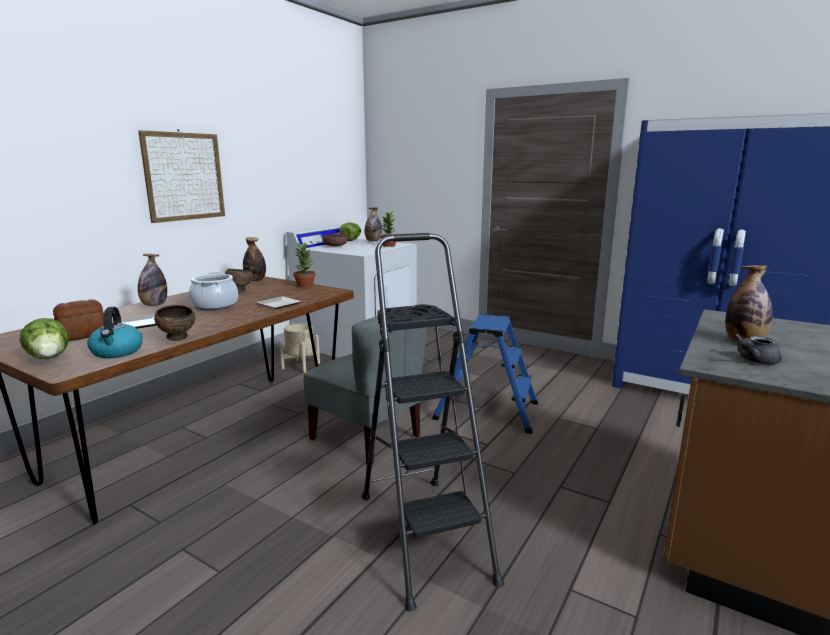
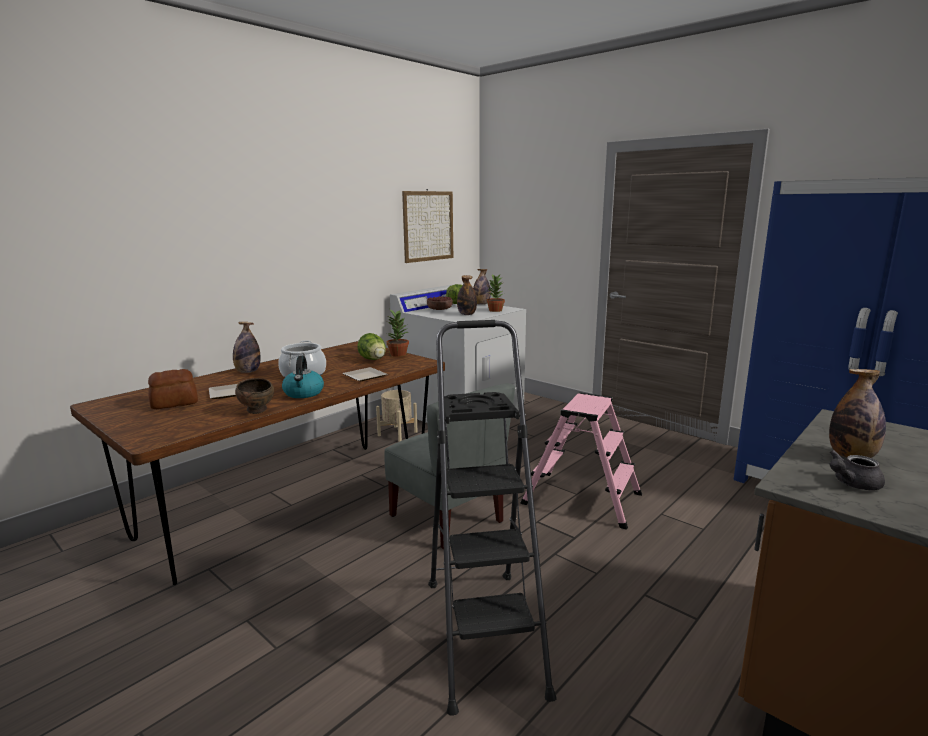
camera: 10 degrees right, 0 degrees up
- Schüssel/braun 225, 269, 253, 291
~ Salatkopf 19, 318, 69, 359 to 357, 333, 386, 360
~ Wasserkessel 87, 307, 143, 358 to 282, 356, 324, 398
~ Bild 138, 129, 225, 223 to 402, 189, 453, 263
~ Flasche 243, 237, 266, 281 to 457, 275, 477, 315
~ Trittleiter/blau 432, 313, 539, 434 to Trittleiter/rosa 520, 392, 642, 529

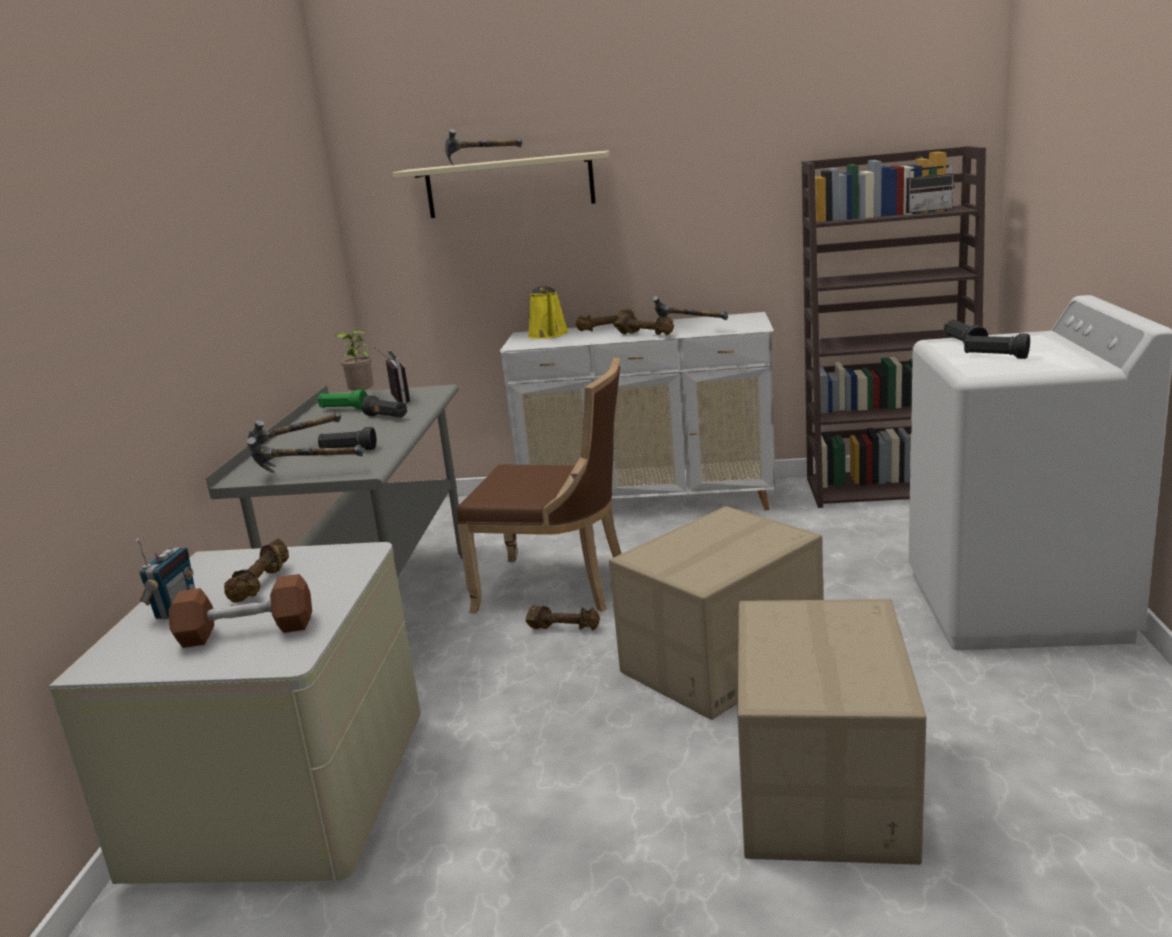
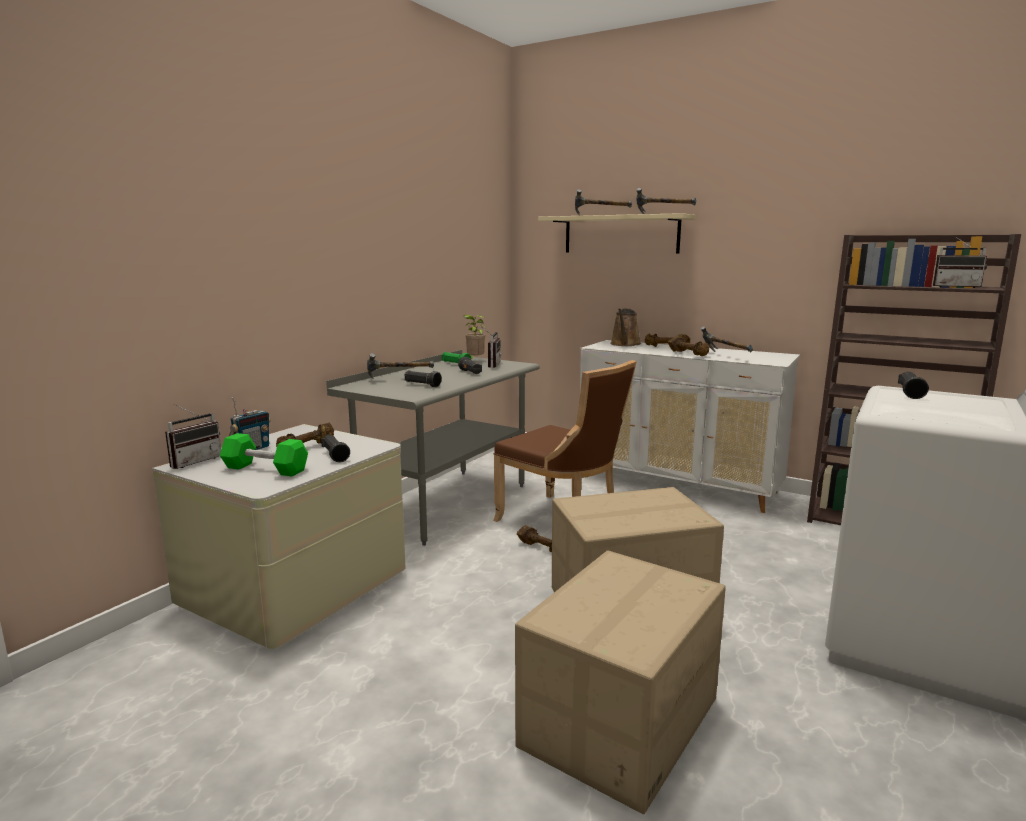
camera: 25 degrees right, 5 degrees down
+ Radio 165, 404, 221, 469
~ Hammer 247, 437, 363, 474 to 636, 188, 696, 214
~ Taschenlampe/schwarz 964, 333, 1030, 359 to 321, 435, 350, 463
~ Hantel/braun 168, 574, 312, 648 to Hantel/grün 220, 433, 308, 477
~ Gießkanne/gelb 528, 286, 569, 339 to Gießkanne/braun 610, 308, 641, 346

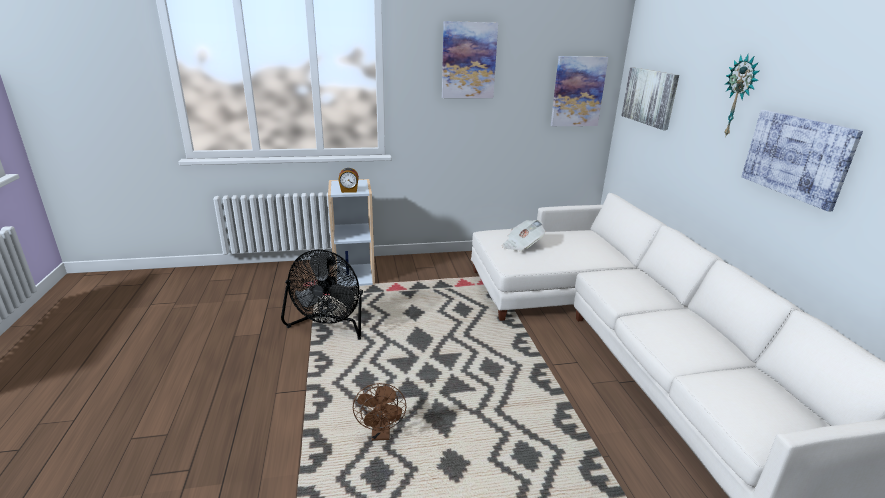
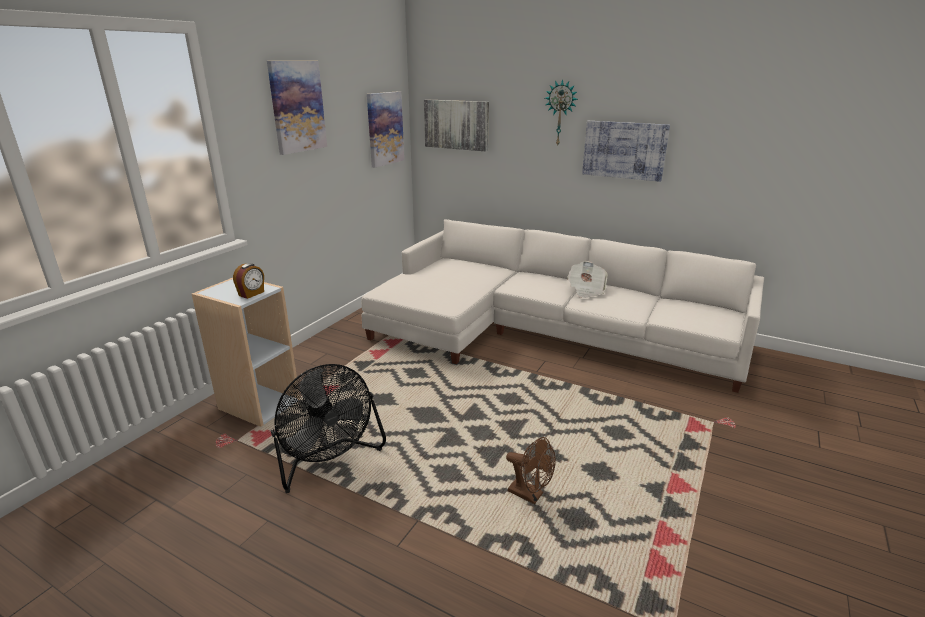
camera: 50 degrees left, 0 degrees up
~ Zeitung 502, 220, 545, 252 to 567, 261, 608, 298

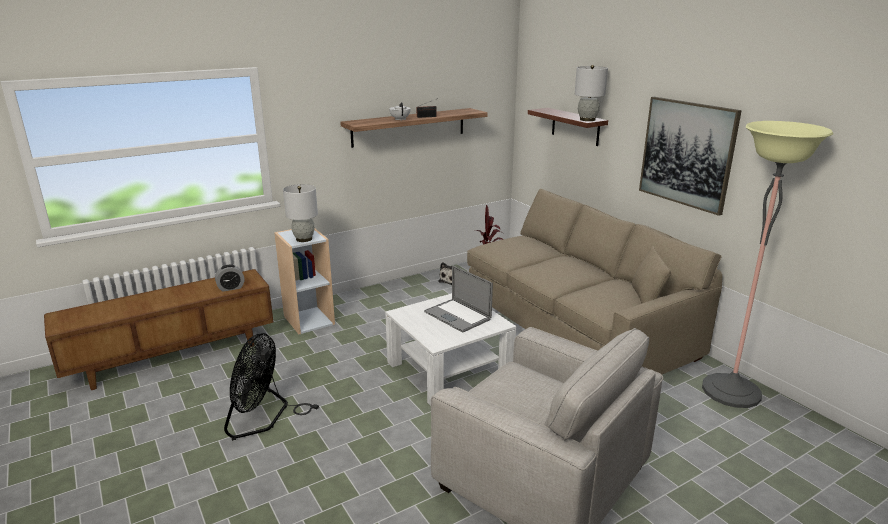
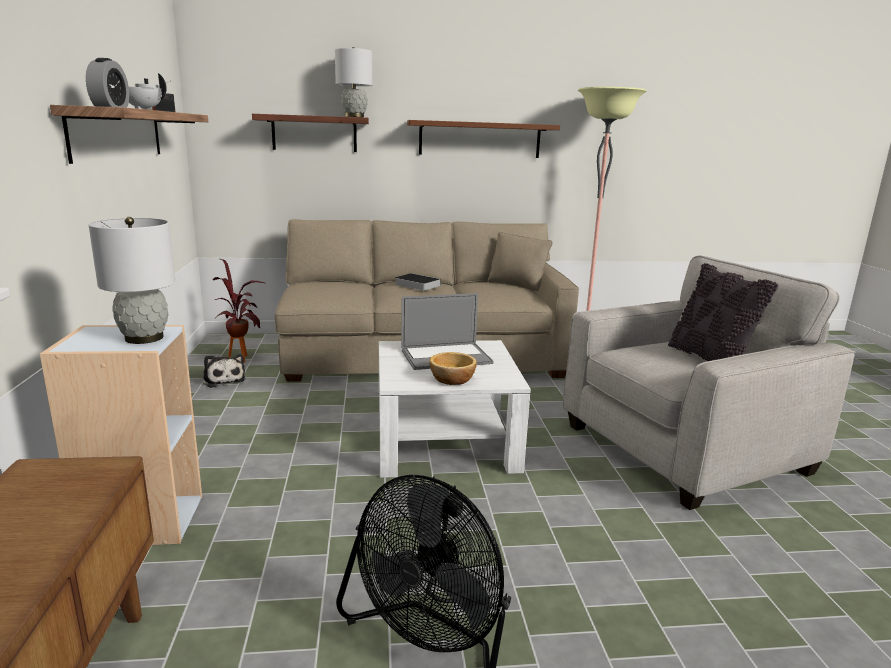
camera: 65 degrees left, 5 degrees down
+ Buch 394, 273, 441, 291
+ Schüssel 429, 352, 477, 385
+ Kissen/schwarz 668, 263, 778, 361
~ Wecker 215, 265, 244, 292 to 86, 58, 129, 108
~ Bild 639, 97, 742, 216 to Wandregal/braun 407, 120, 560, 158

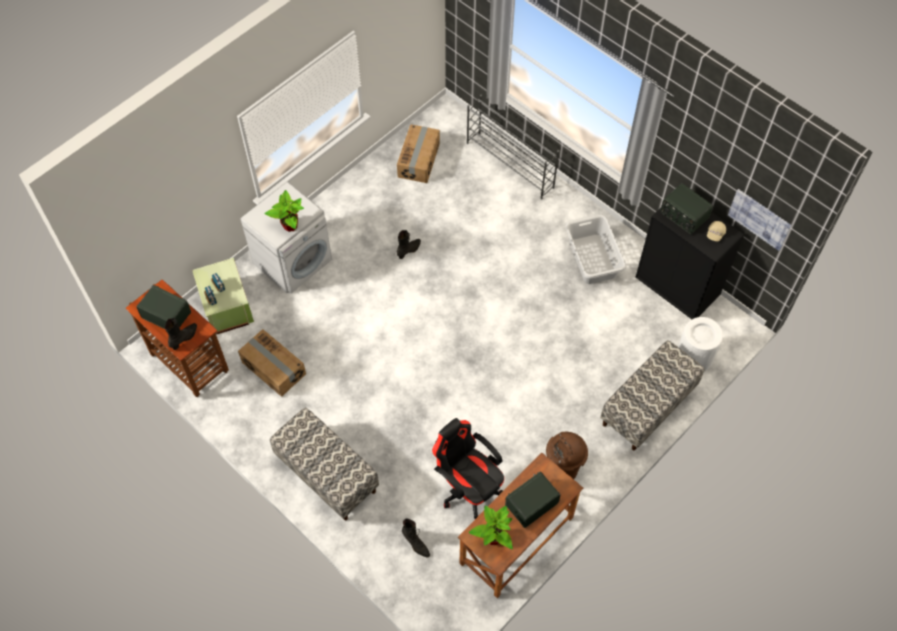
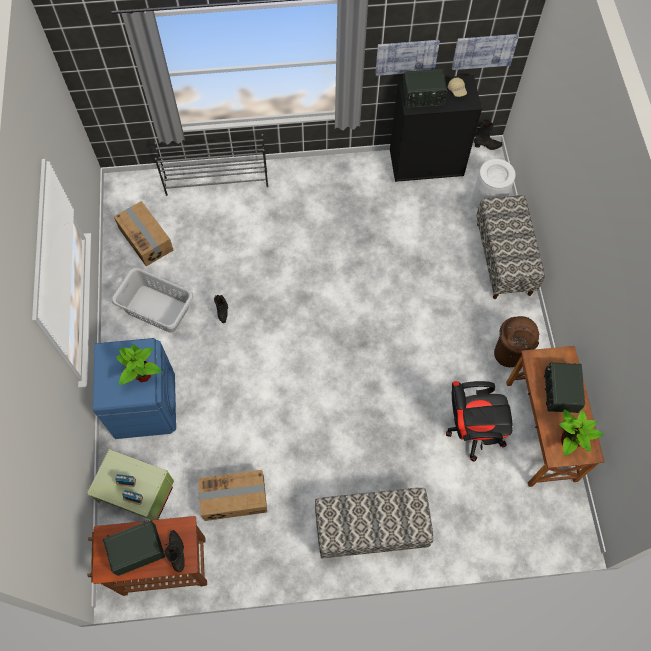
camera: 50 degrees left, 5 degrees up
+ Bild 375, 40, 440, 76
~ Stiefel/schwarz 402, 519, 430, 557 to 474, 121, 502, 150
~ Wäschekorb/grau 565, 214, 626, 284 to 112, 268, 193, 333
~ Waschmaschine/weiß 241, 182, 332, 293 to Waschmaschine/blau 93, 338, 176, 439

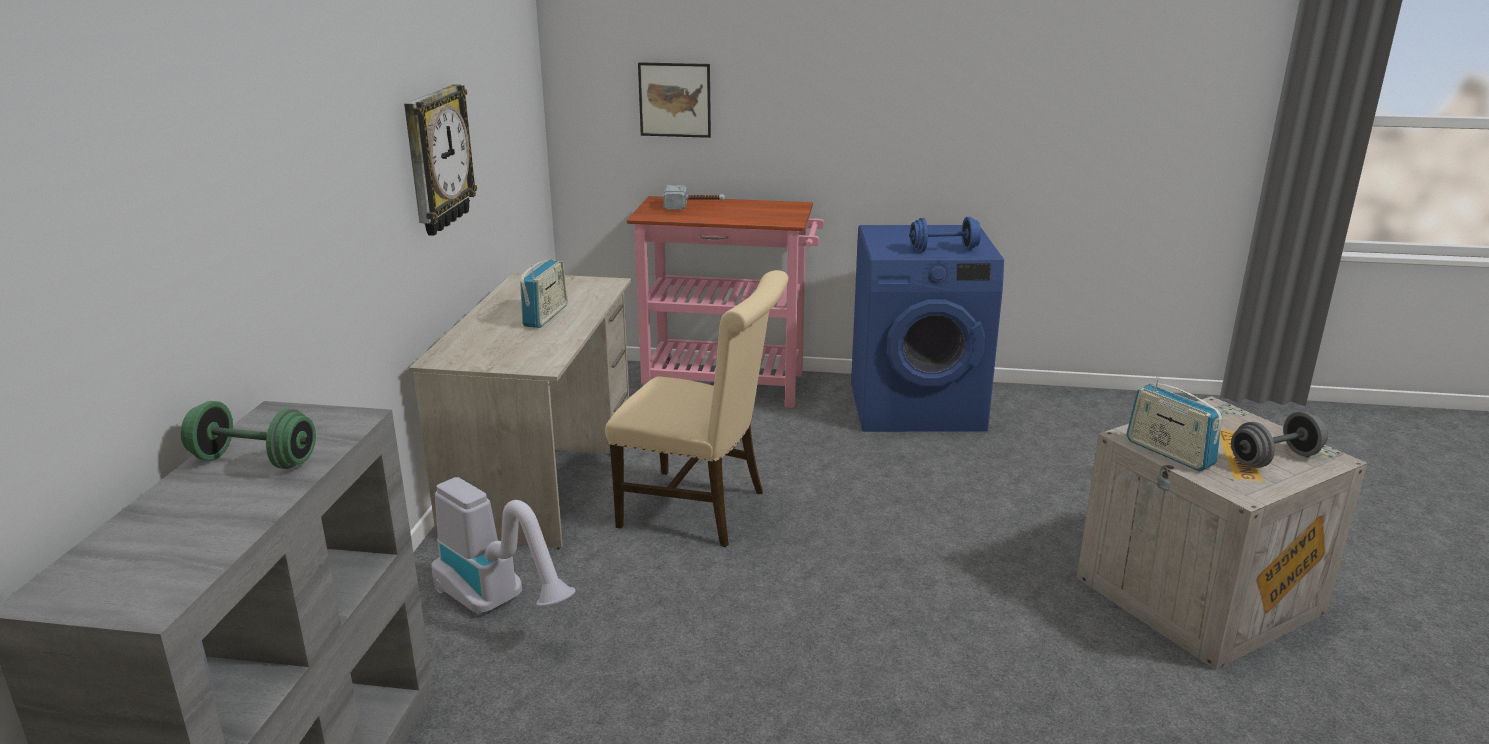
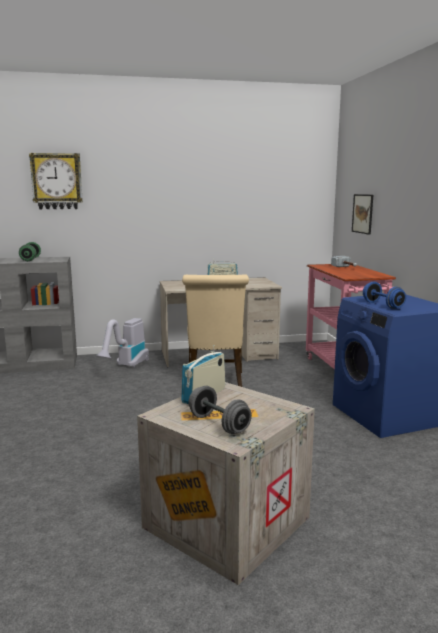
camera: 70 degrees right, 10 degrees down
~ Wanduhr 404, 84, 477, 236 to 29, 153, 83, 209

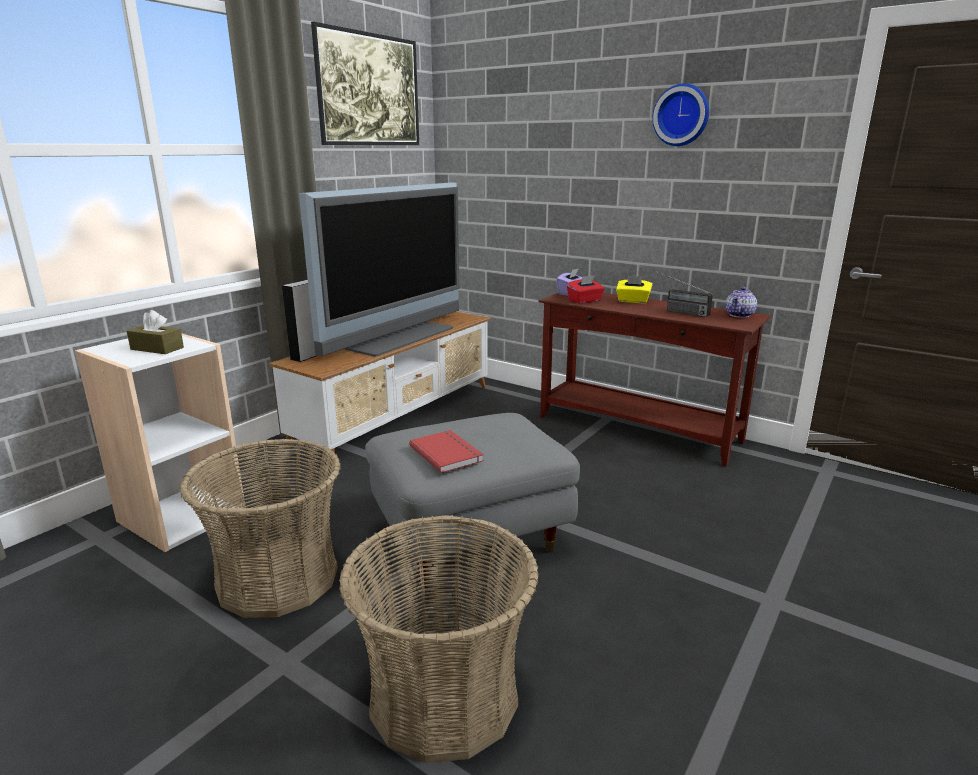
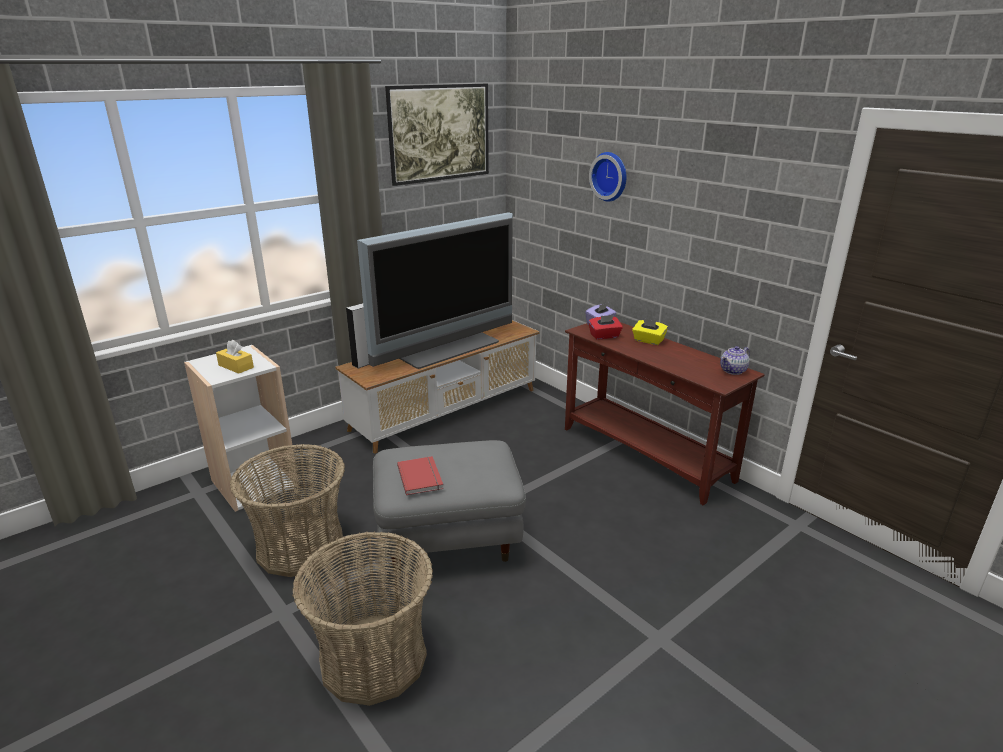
camera: 15 degrees right, 5 degrees up
- Radio 653, 270, 713, 317
~ Wanduhr 652, 83, 709, 146 to 589, 152, 626, 202
~ Taschentuchbox/braun 127, 310, 184, 354 to Taschentuchbox/gelb 216, 340, 254, 374

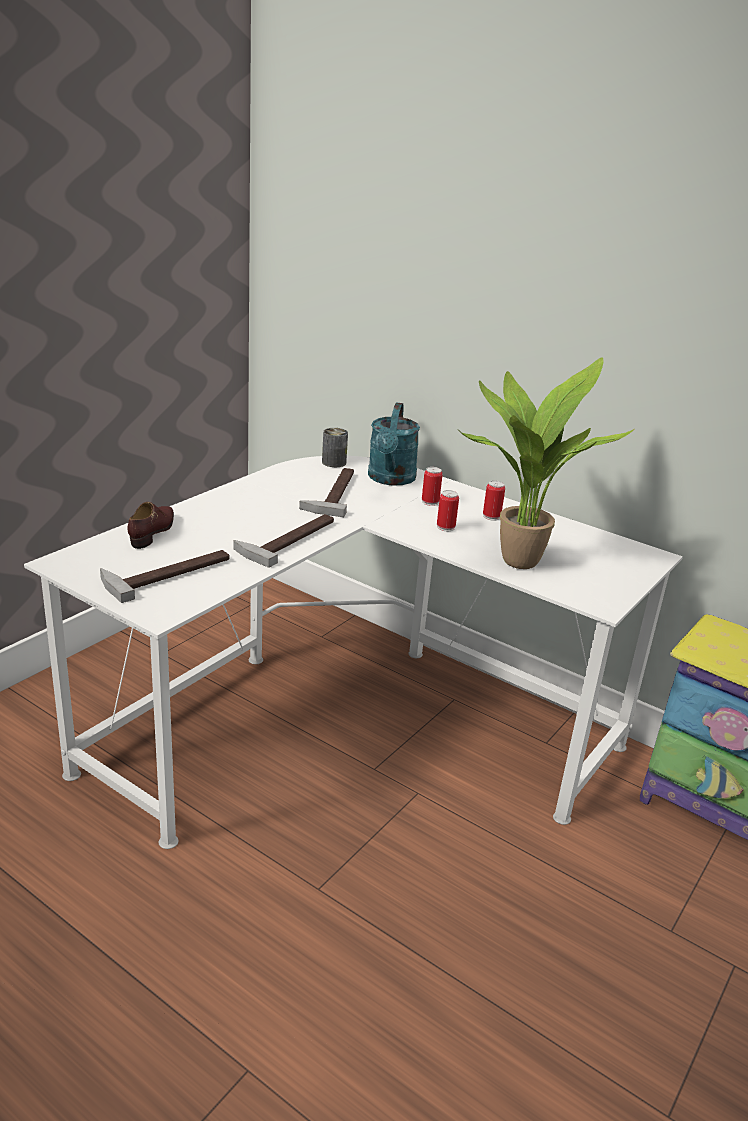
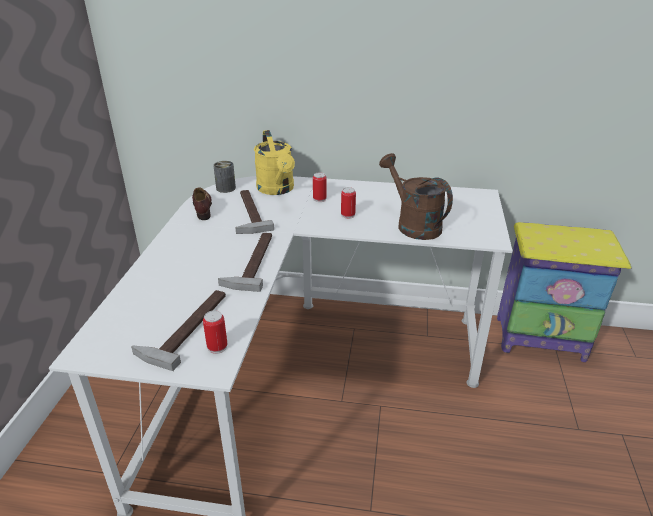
camera: 25 degrees left, 5 degrees up
~ Schuh/braun 127, 502, 174, 549 to 192, 187, 212, 220
~ Dose 483, 481, 505, 520 to 203, 310, 227, 354
~ Topfpflanze 458, 357, 634, 569 to Gießkanne/braun 379, 153, 453, 240
~ Gießkanne/türkis 368, 402, 420, 486 to Gießkanne/gelb 254, 130, 295, 195

